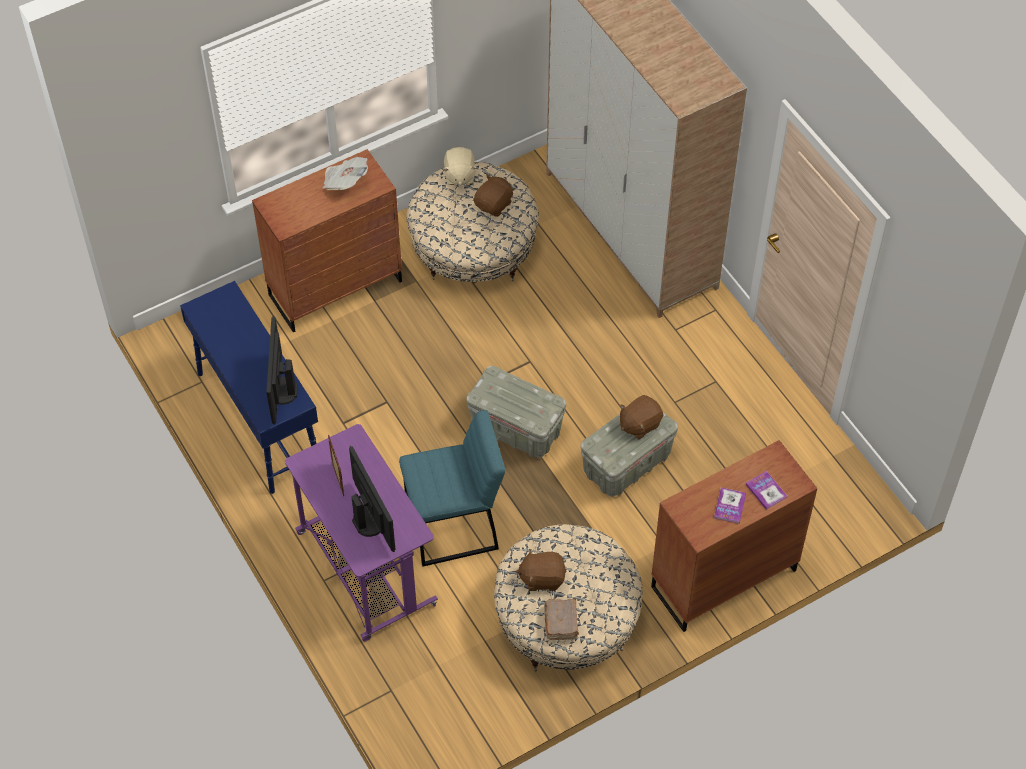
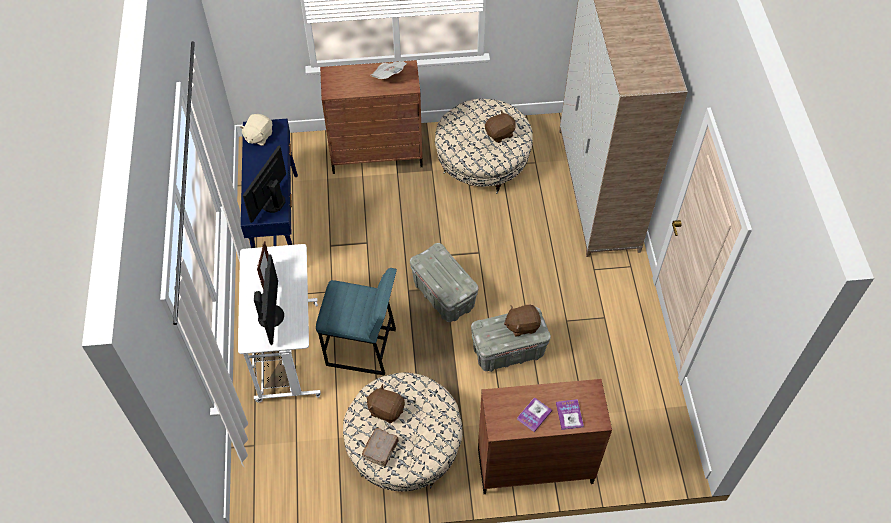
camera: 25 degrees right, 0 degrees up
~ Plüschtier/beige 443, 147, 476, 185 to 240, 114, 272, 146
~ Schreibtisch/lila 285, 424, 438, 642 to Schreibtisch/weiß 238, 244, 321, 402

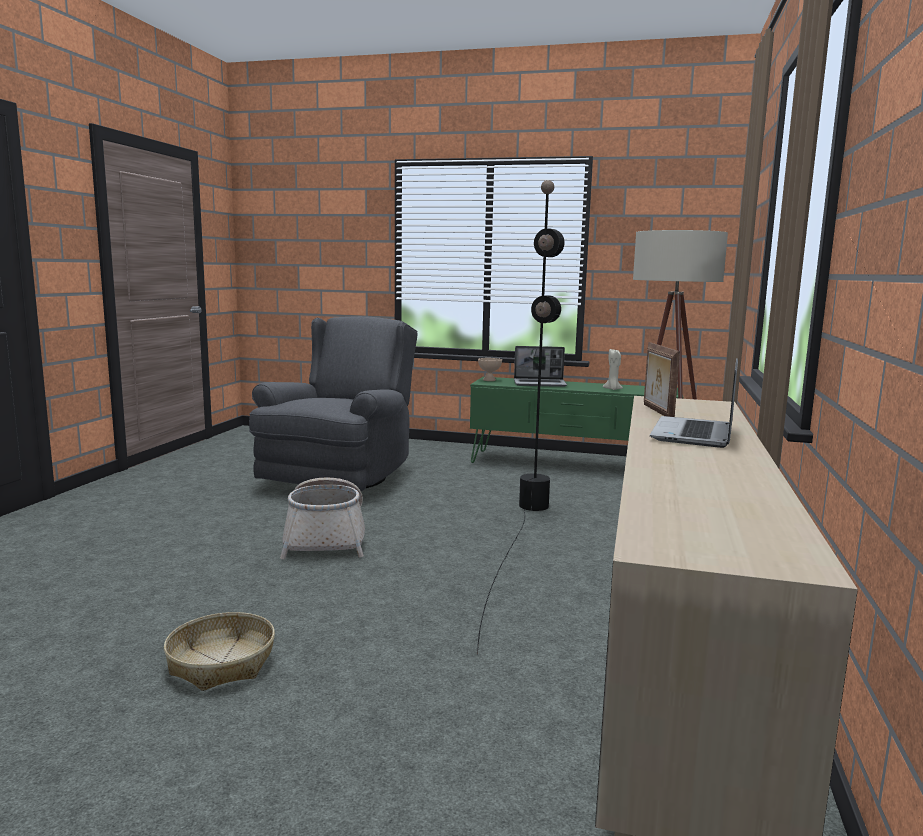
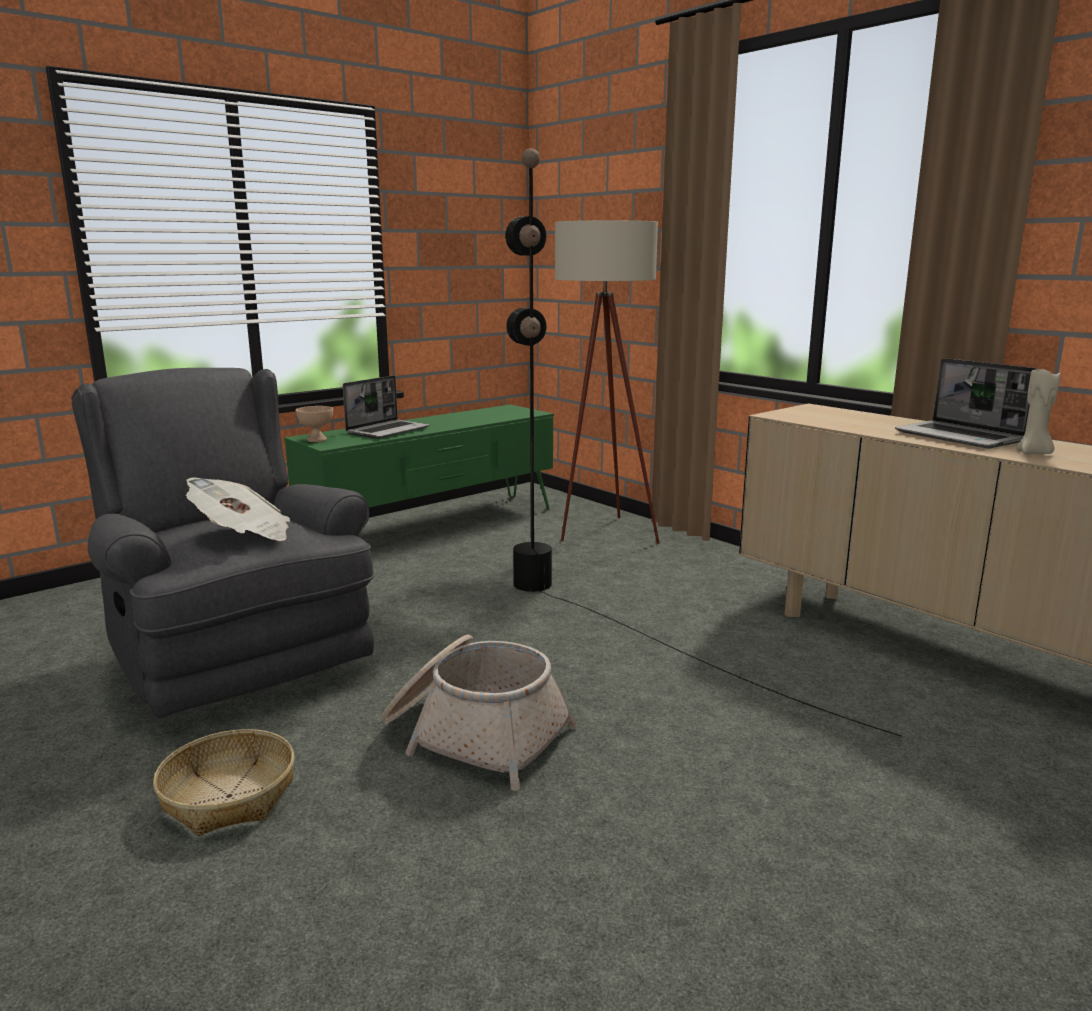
camera: 55 degrees left, 5 degrees up
- Bilderrahmen 644, 342, 680, 417
+ Zeitung 186, 477, 290, 541
~ Korb 164, 612, 275, 691 to 153, 729, 295, 836
~ Kerze/beige 603, 348, 623, 390 to 1017, 369, 1061, 454

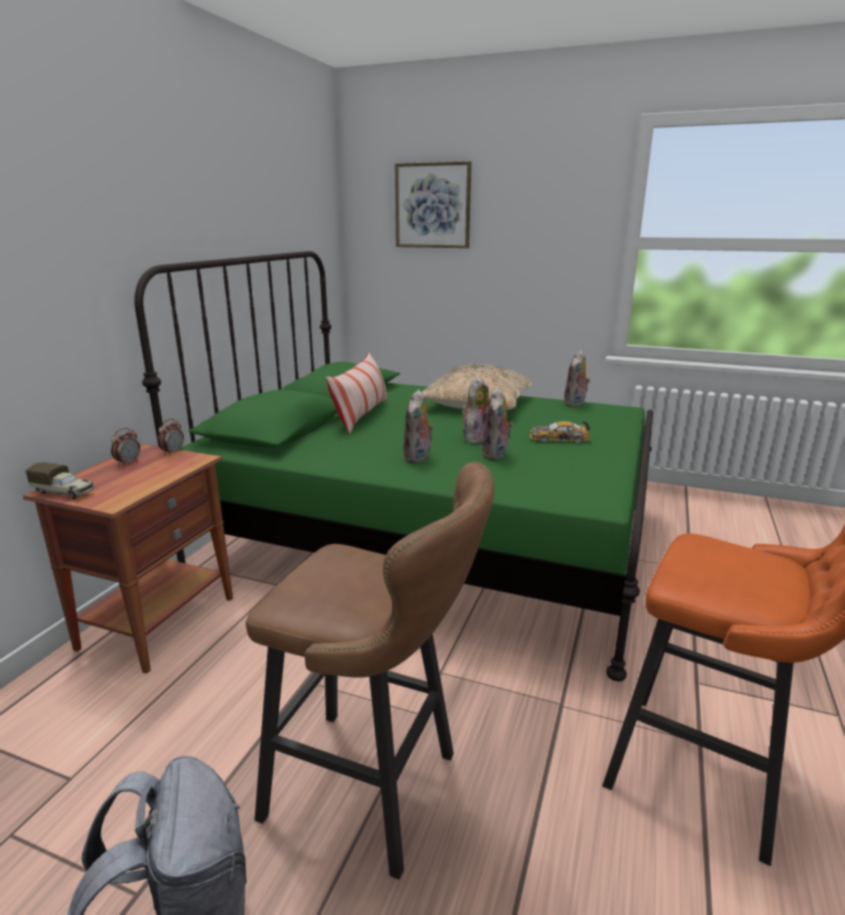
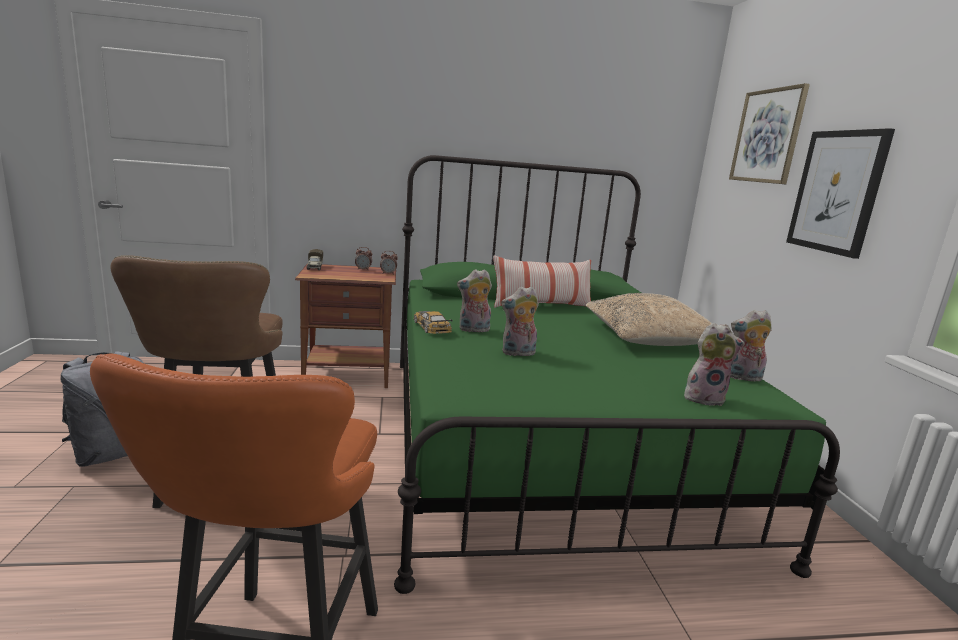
camera: 60 degrees right, 5 degrees down
+ Bild 786, 128, 895, 259
~ Plüschtier 462, 376, 489, 444 to 684, 323, 745, 406
~ Spielzeugauto 529, 421, 590, 443 to 414, 311, 453, 334

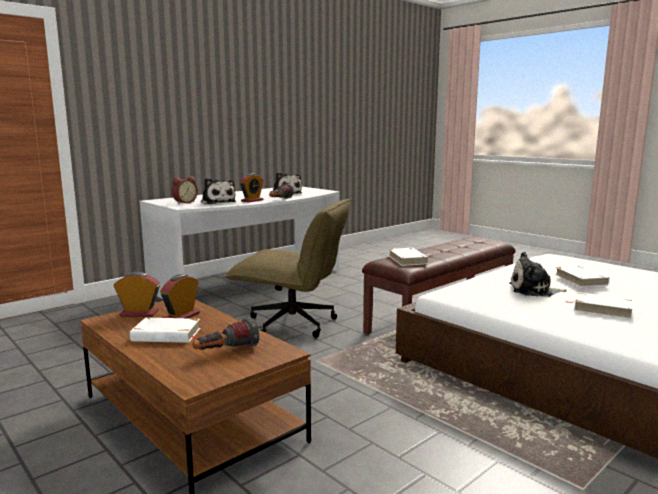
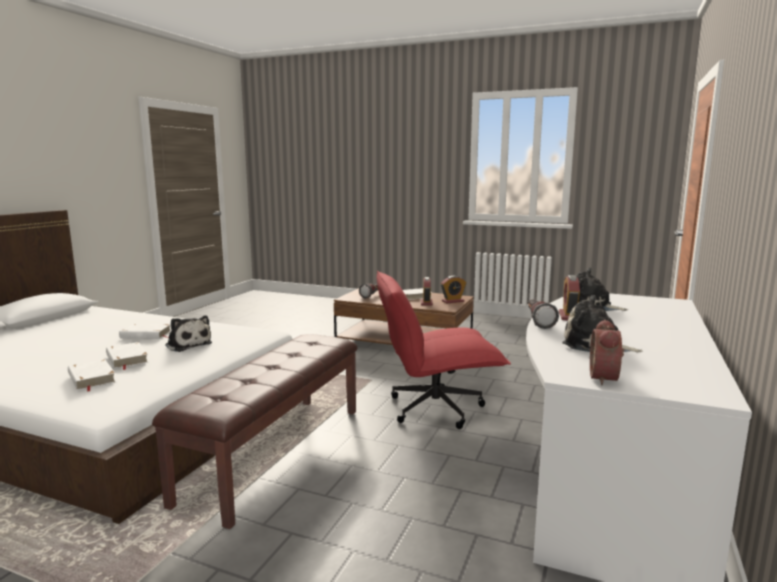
camera: 155 degrees right, 0 degrees up
~ Wecker 172, 176, 198, 204 to 590, 319, 624, 385
~ Buch/weiß 389, 248, 429, 266 to 68, 359, 116, 392
~ Bürostuhl/beige 222, 199, 351, 338 to Bürostuhl/rot 377, 271, 511, 429
~ Plüschtier 510, 252, 567, 297 = 165, 315, 212, 352 60 degrees clockwise

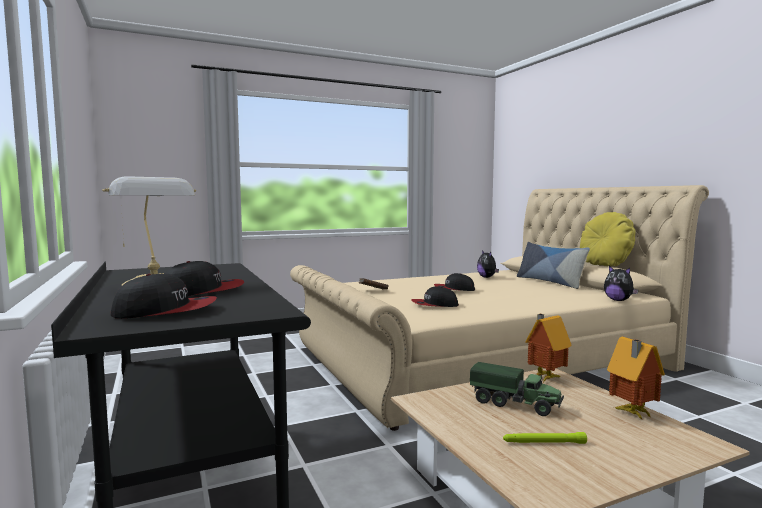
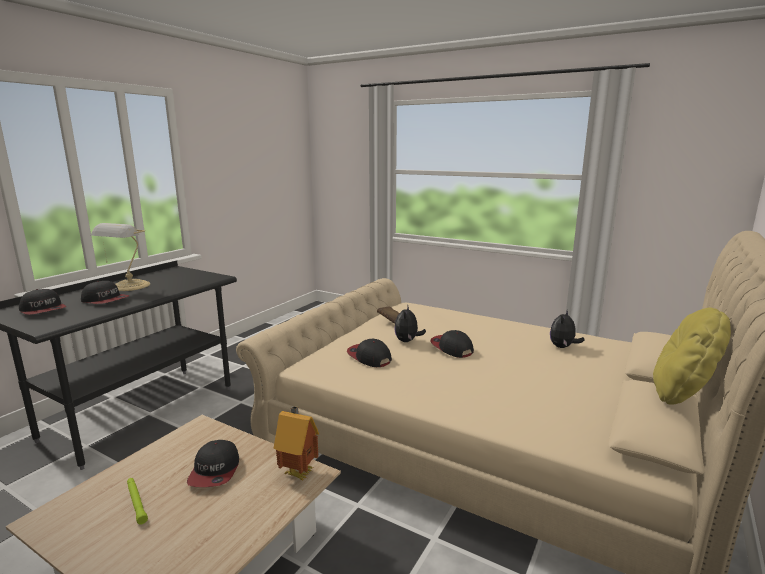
camera: 55 degrees right, 10 degrees up
- Kissen 517, 242, 590, 289
- Spielzeughaus 607, 337, 665, 419
~ Plüschtier 604, 266, 639, 301 to 394, 304, 426, 342
~ Spielzeuglaster 470, 362, 564, 416 to Kappe 187, 440, 239, 487

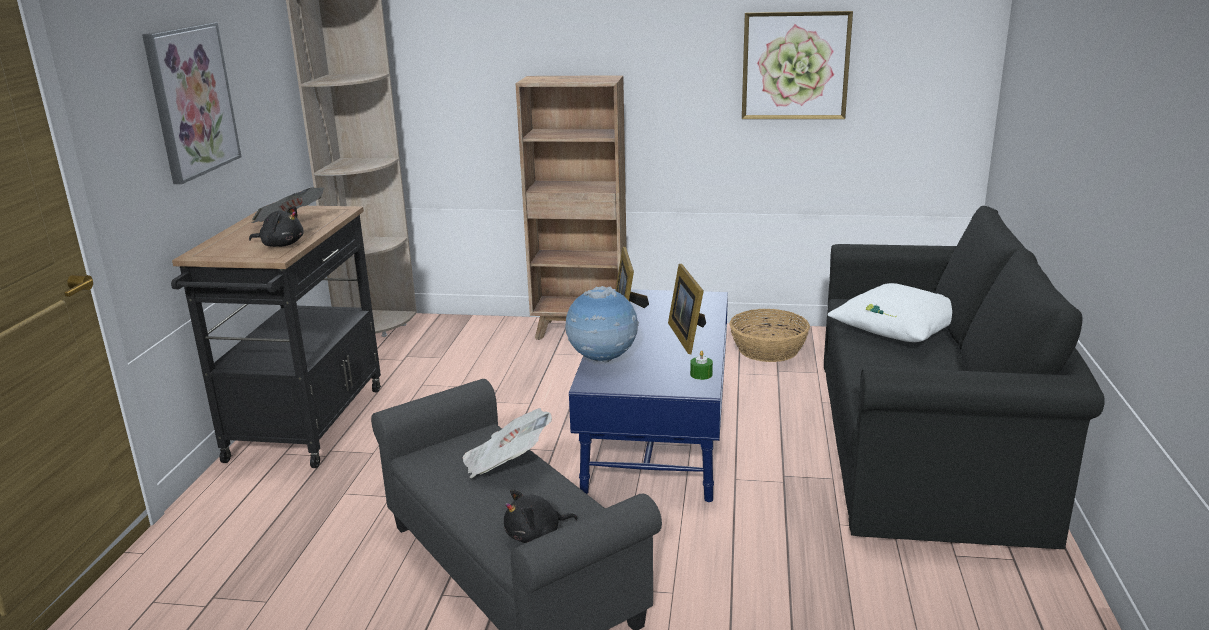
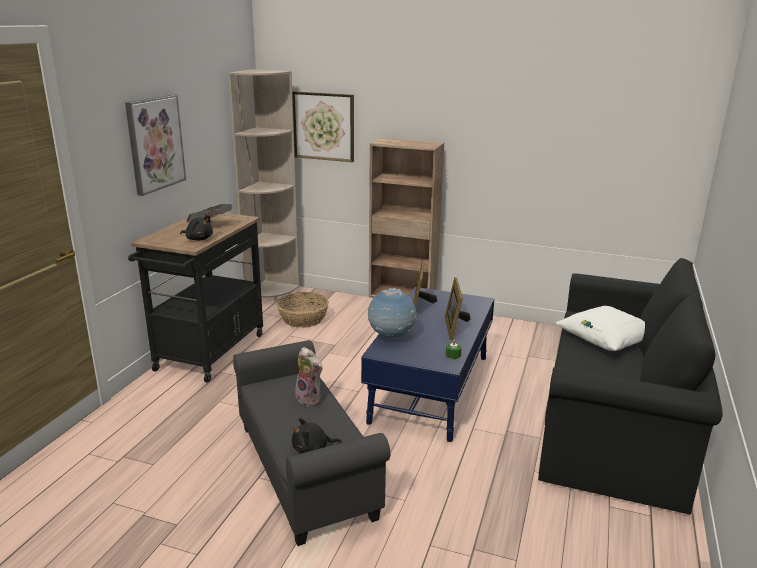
camera: 10 degrees right, 0 degrees up
~ Korb 730, 309, 810, 362 to 276, 292, 329, 328
~ Bild 742, 11, 853, 119 to 292, 91, 354, 162
~ Zeitung 462, 408, 552, 478 to Plüschtier 295, 347, 323, 406

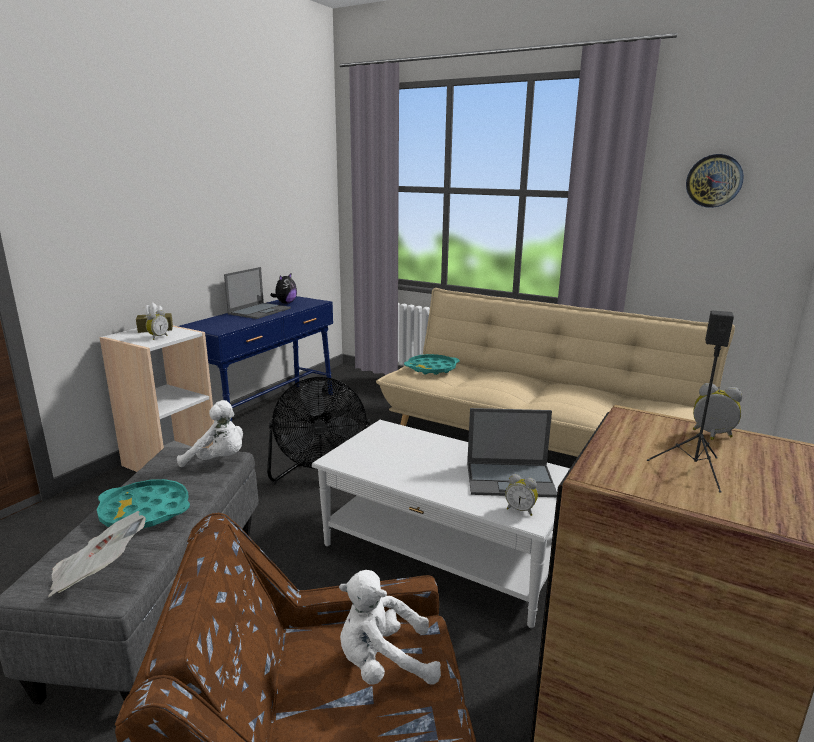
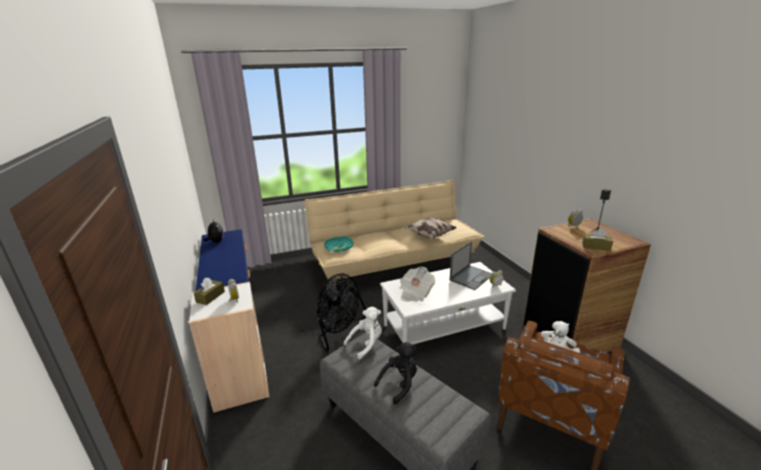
camera: 50 degrees left, 5 degrees up
- Laptop 224, 267, 291, 319
- Wanduhr 686, 154, 744, 208
+ Kissen 402, 217, 456, 239
+ Taschentuchbox/braun 582, 228, 613, 251
~ Zeitung 48, 511, 146, 597 to 400, 267, 435, 302
~ Tablett/türkis 97, 479, 190, 530 to Plüschtier/schwarz 374, 342, 417, 405

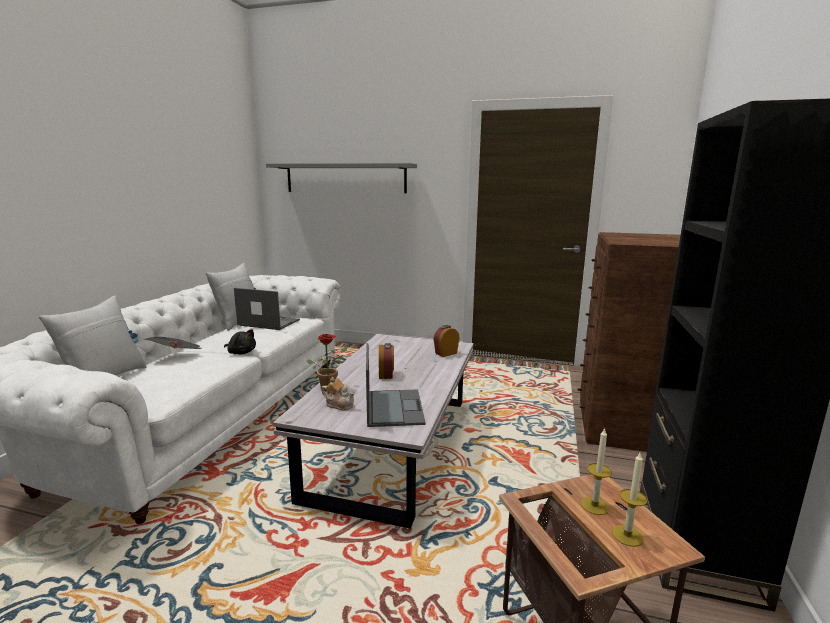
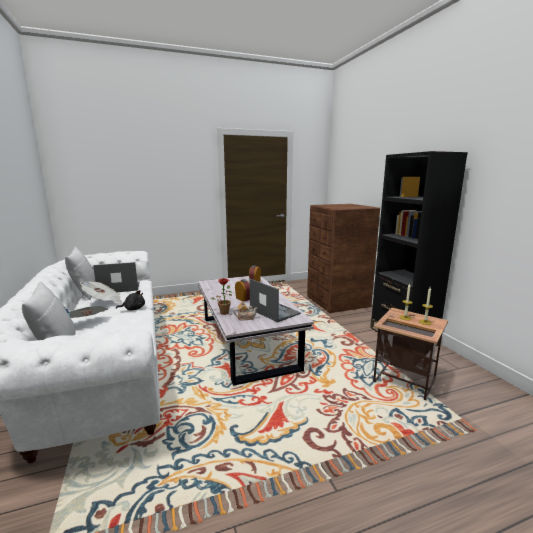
camera: 35 degrees left, 0 degrees up
- Wandregal/grau 266, 163, 417, 193
+ Zeitung 80, 281, 121, 302

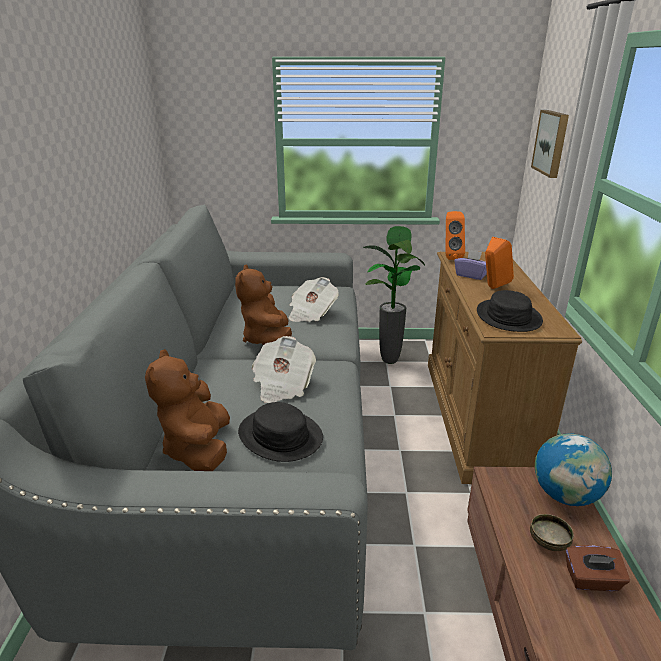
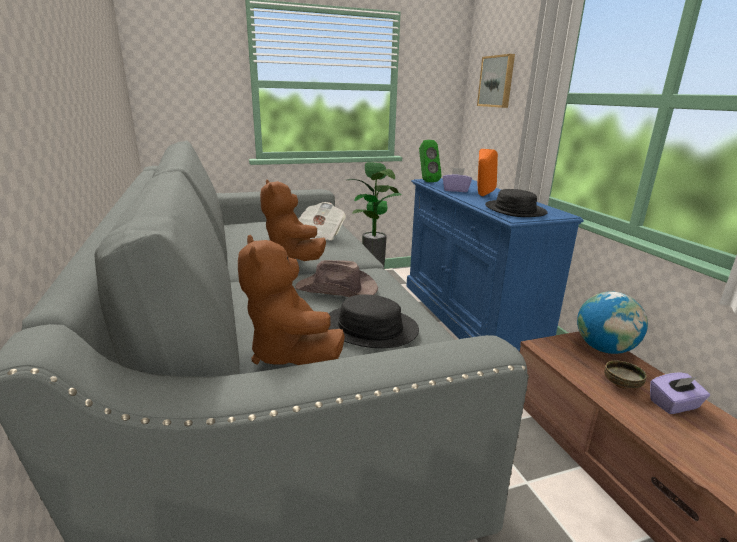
camera: 20 degrees left, 5 degrees down
~ Zeitung 252, 336, 316, 403 to Hut/braun 295, 260, 378, 297
~ Schrank/braun 428, 252, 582, 484 to Schrank/blau 406, 178, 584, 352
~ Lautsprecher/orange 446, 211, 465, 260 to Lautsprecher/grün 419, 140, 442, 182
~ Taschentuchbox/braun 566, 545, 630, 591 to Taschentuchbox/lila 650, 372, 710, 414

